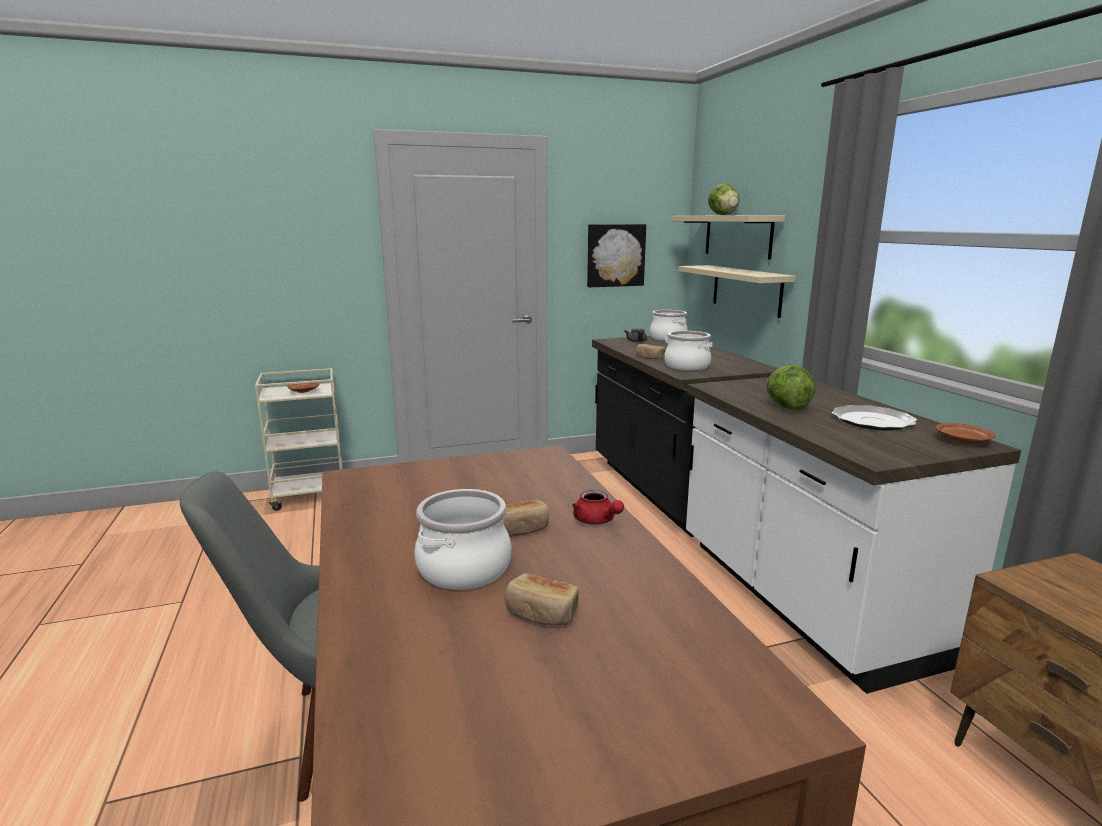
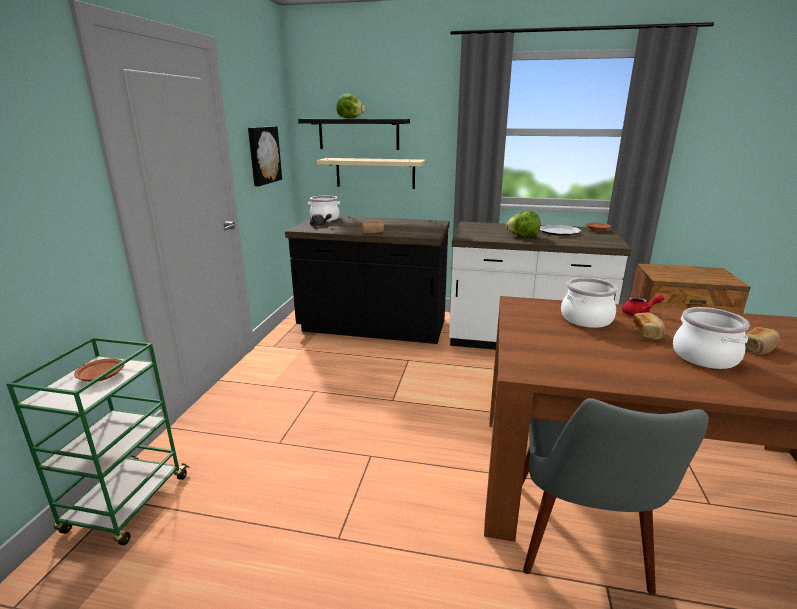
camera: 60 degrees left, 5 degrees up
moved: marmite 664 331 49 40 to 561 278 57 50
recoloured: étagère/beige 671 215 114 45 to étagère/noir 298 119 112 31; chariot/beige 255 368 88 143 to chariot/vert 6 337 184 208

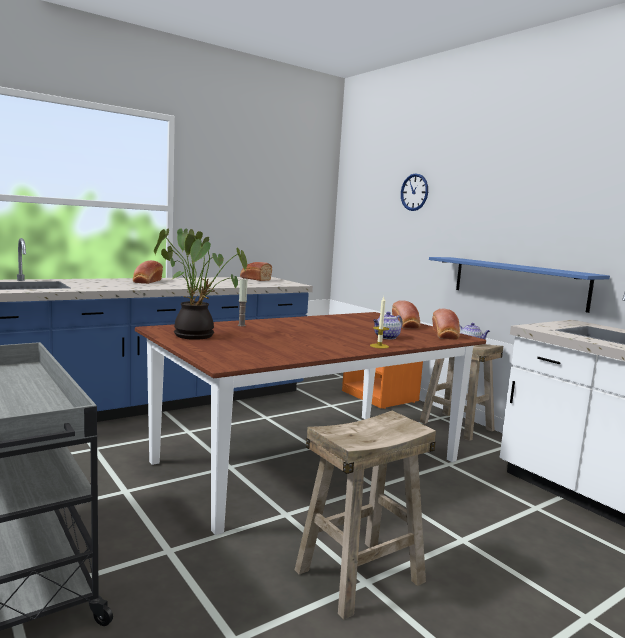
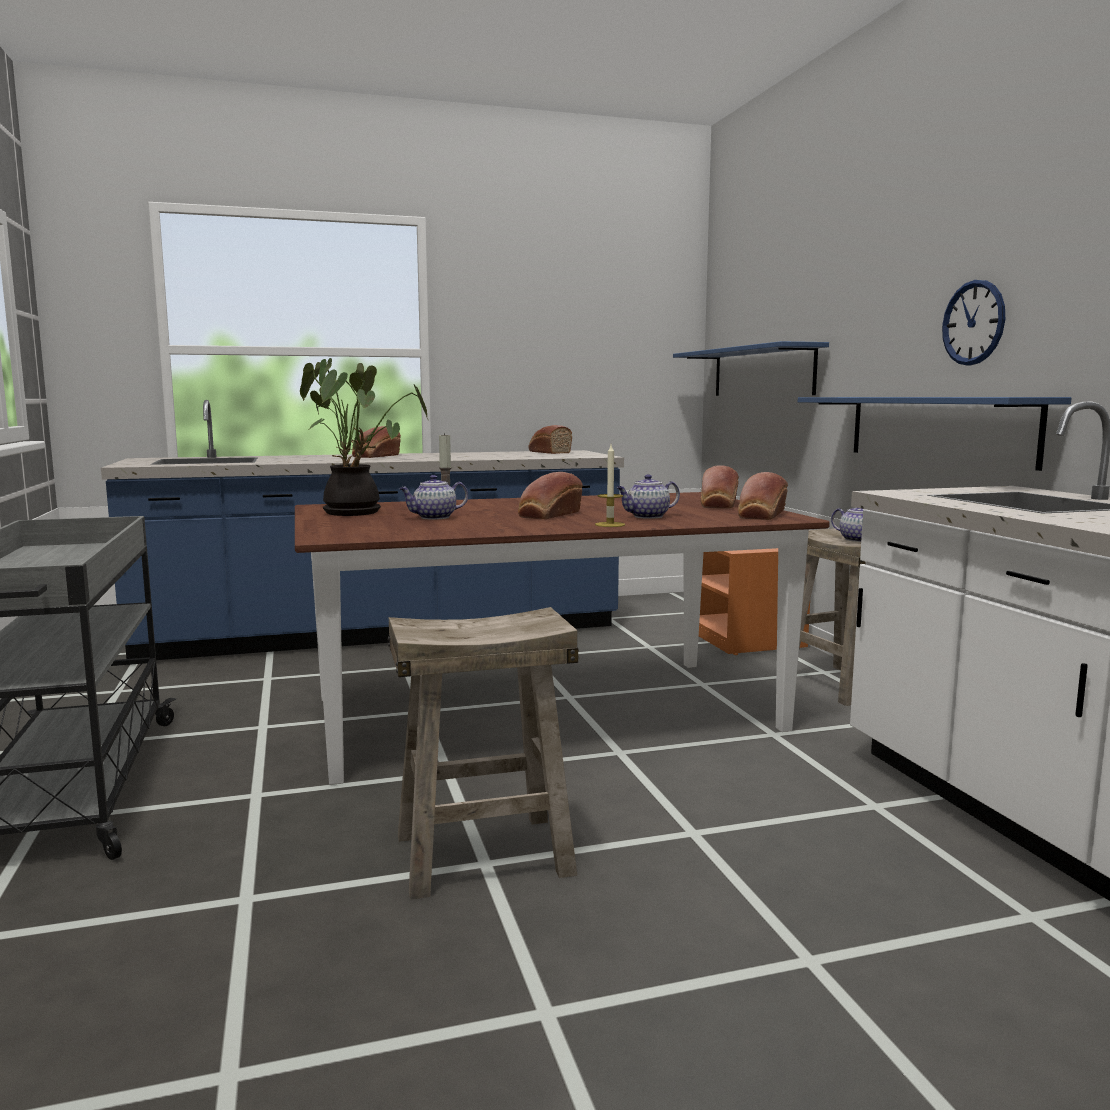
camera: 20 degrees right, 0 degrees up
added: étagère/bleu 673 341 156 55; pain 518 472 65 47; théière 399 475 69 45
moved: horloge murale 401 173 27 38 to 942 280 63 86

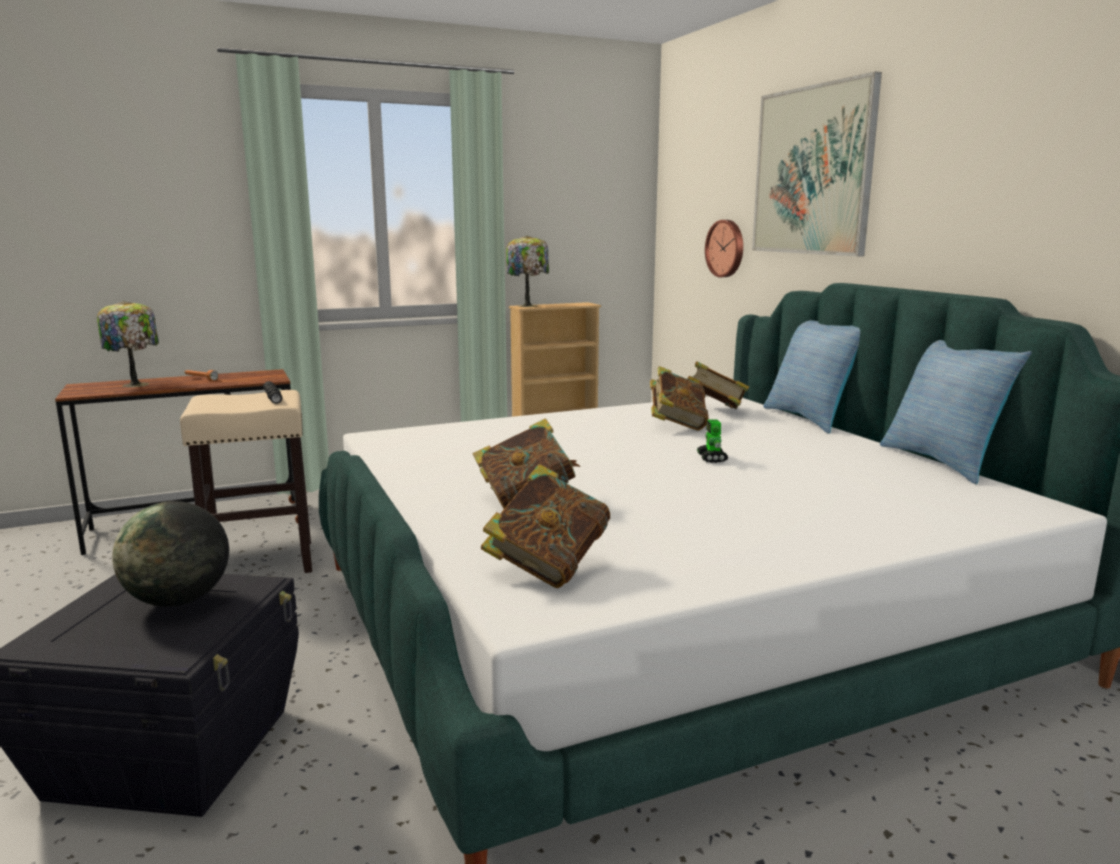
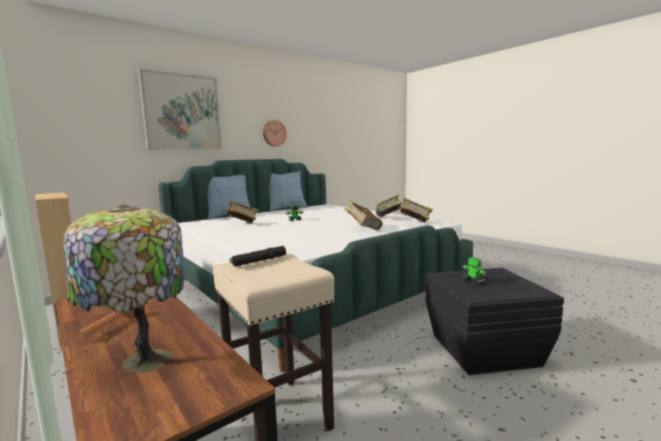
camera: 105 degrees left, 5 degrees down
removed: lampe de table 506 236 43 71
moved: horloge murale 705 220 38 57 to 263 120 24 26; livre 687 361 62 48 to 376 194 26 23
replaced: globe 112 501 117 106 to robot jouet 462 257 25 28

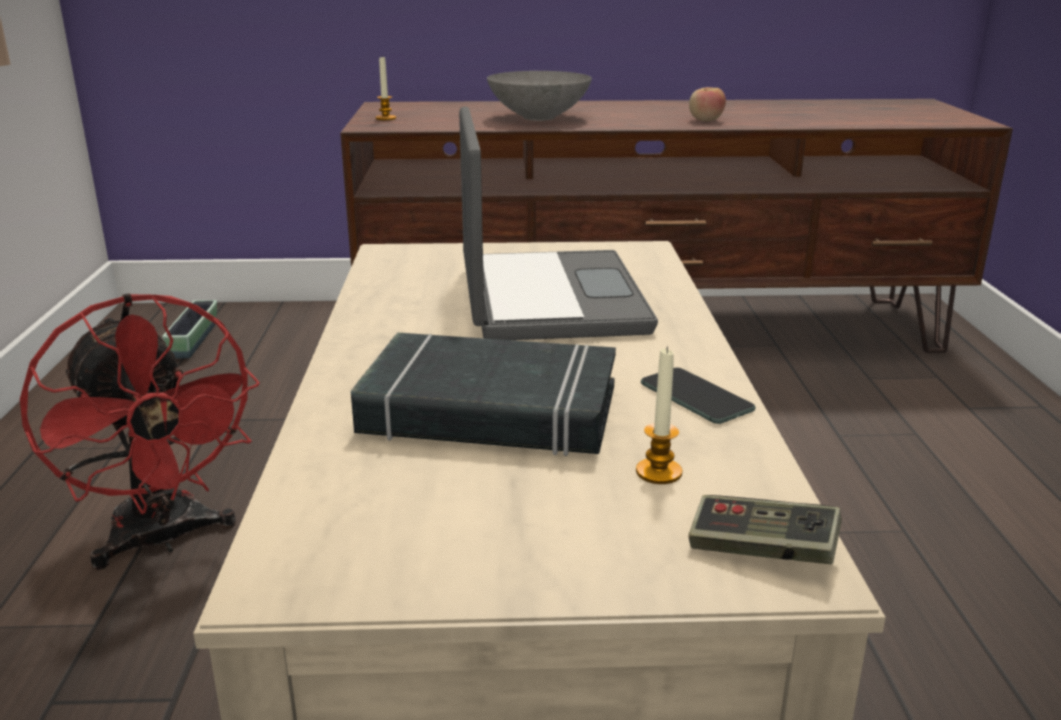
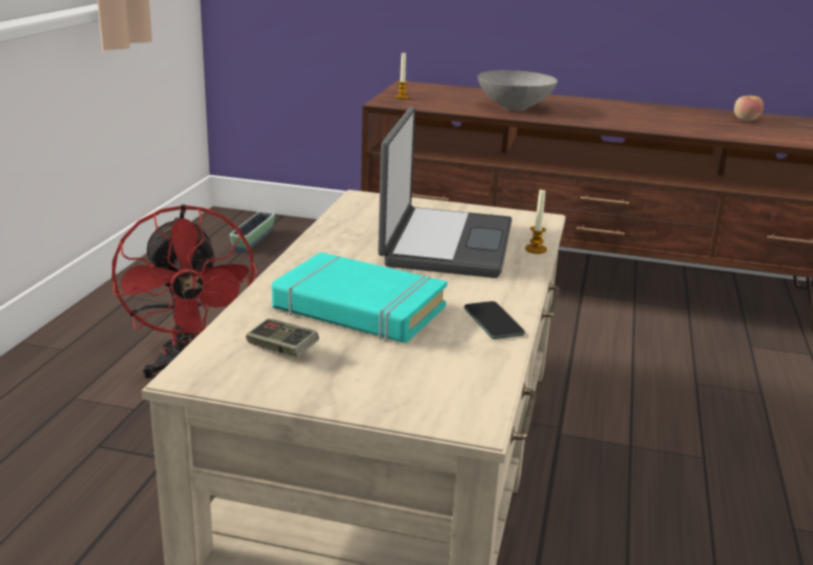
camera: 15 degrees right, 0 degrees up
moved: pomme 689 87 37 35 to 734 95 30 26; bougie 636 347 46 137 to 525 189 22 65; manette 689 495 153 69 to 246 319 73 38
recoloured: livre/noir 351 333 265 123 to livre/turquoise 272 252 175 91

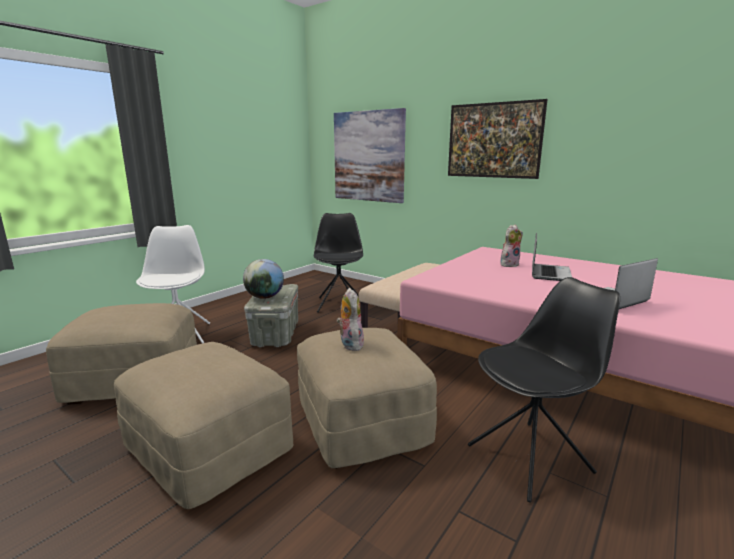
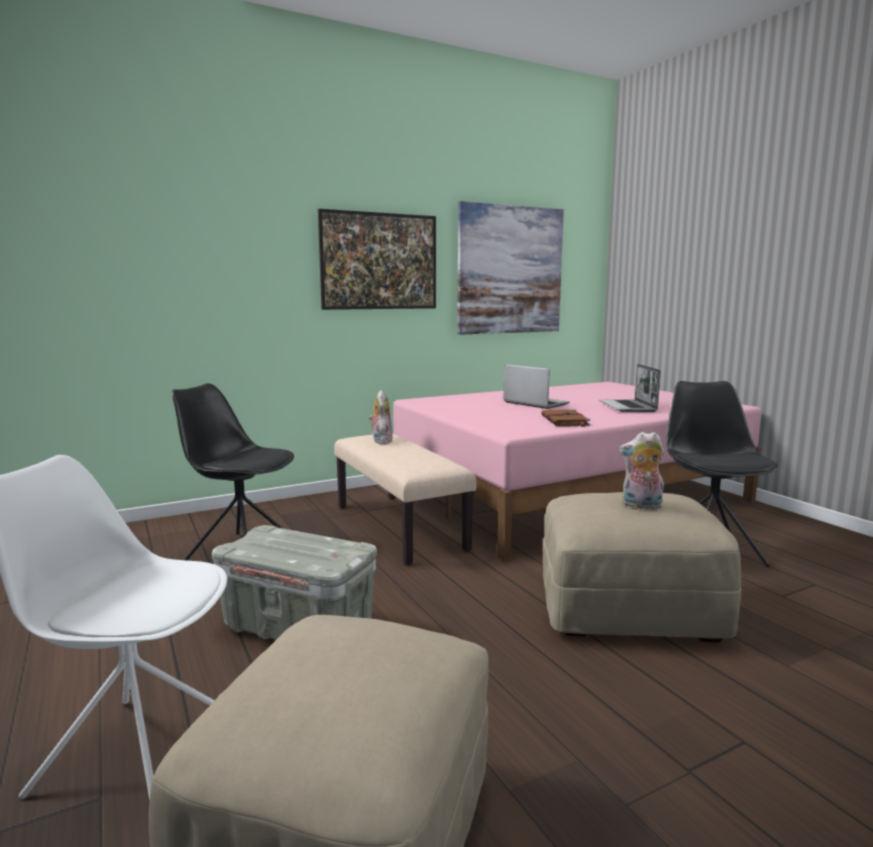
camera: 65 degrees left, 5 degrees down
removed: globe 243 259 41 40; pouf/beige 114 342 179 167
added: livre/marron 541 409 50 18
moved: tableau 334 108 72 95 to 457 201 107 134; peluche 500 225 23 42 to 369 390 24 54

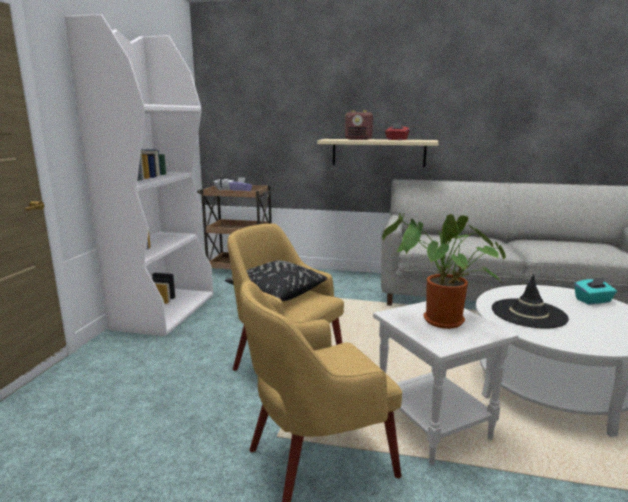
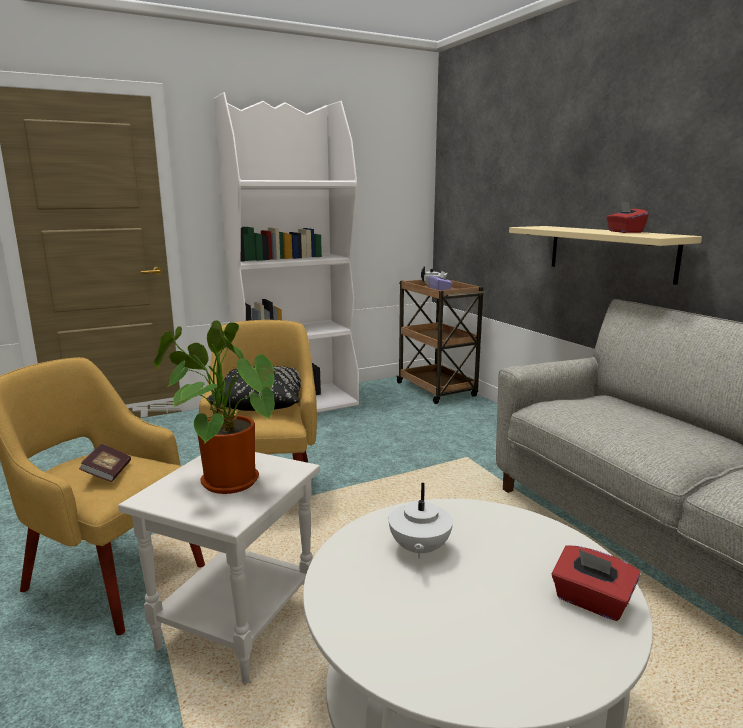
camera: 50 degrees right, 0 degrees up
removed: radio 345 110 28 30
added: livre 79 444 52 38
replaced: chapeau/noir 492 274 77 55 to théière/blanc 389 483 64 76
recoloured: boîte à mouchoirs/turquoise 575 278 42 26 to boîte à mouchoirs/rouge 552 545 88 76

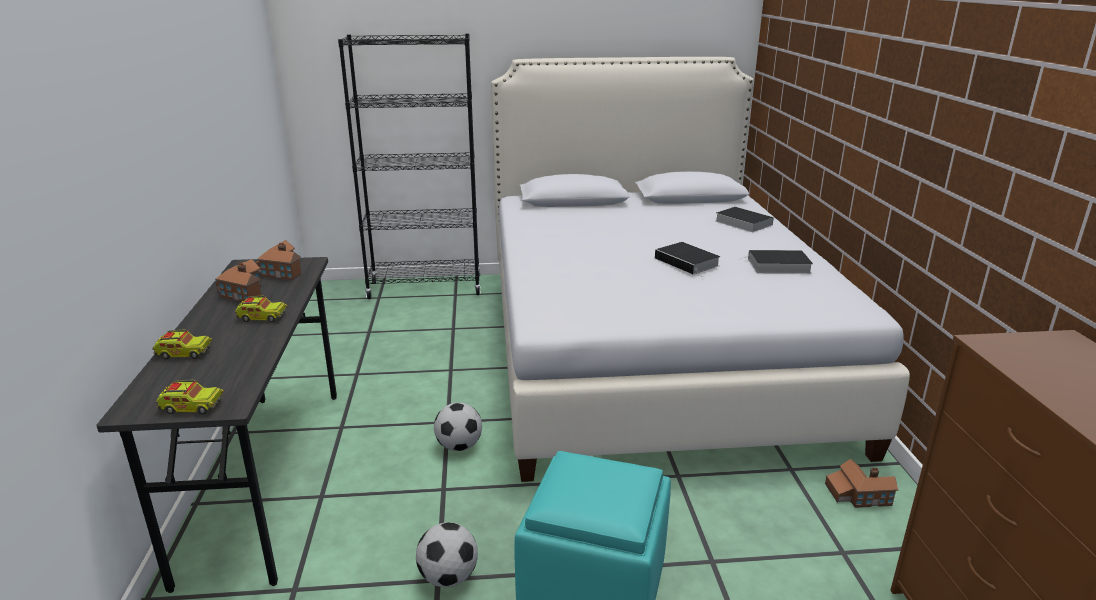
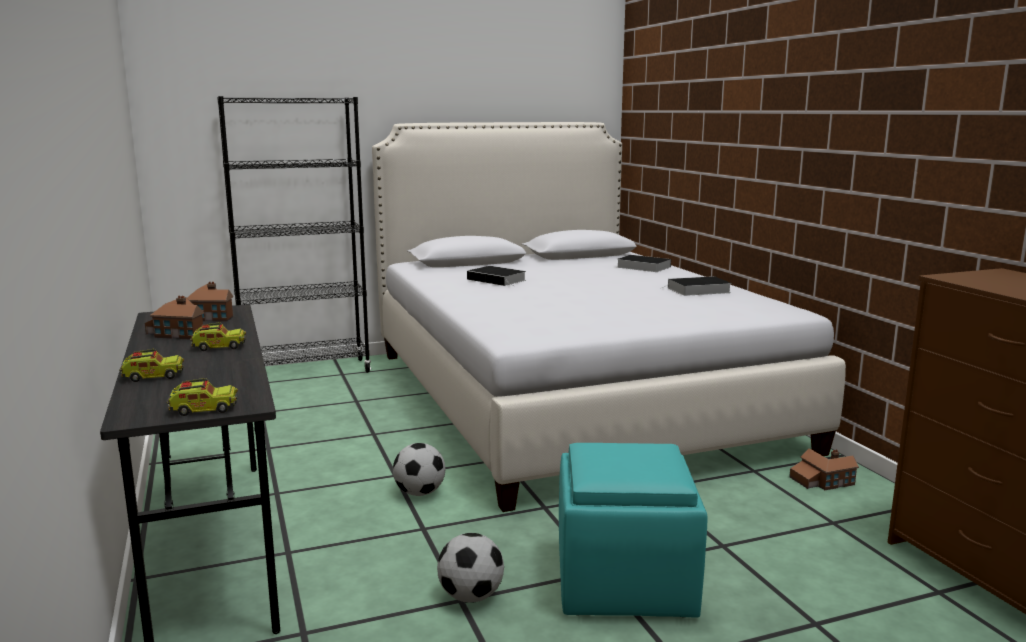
camera: 15 degrees left, 10 degrees down
moved: livre 655 242 65 35 to 467 266 59 21

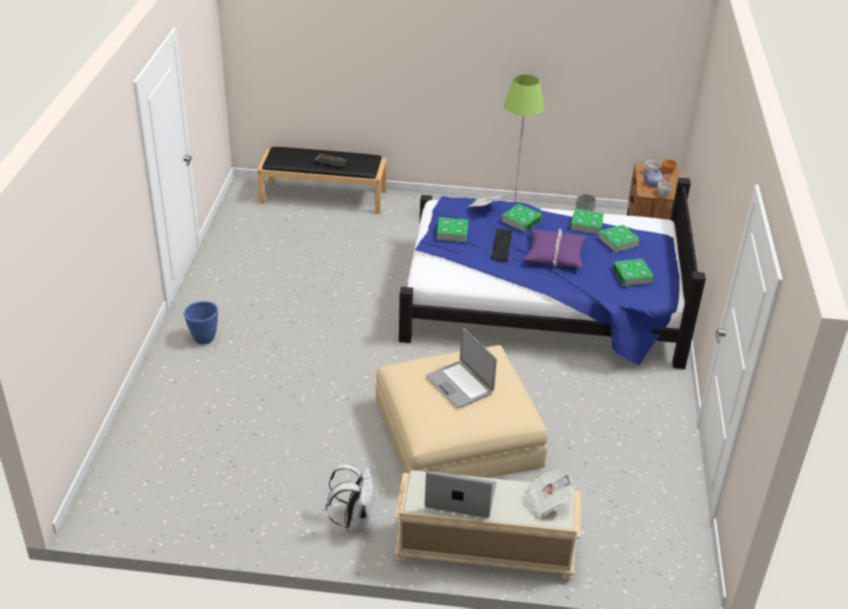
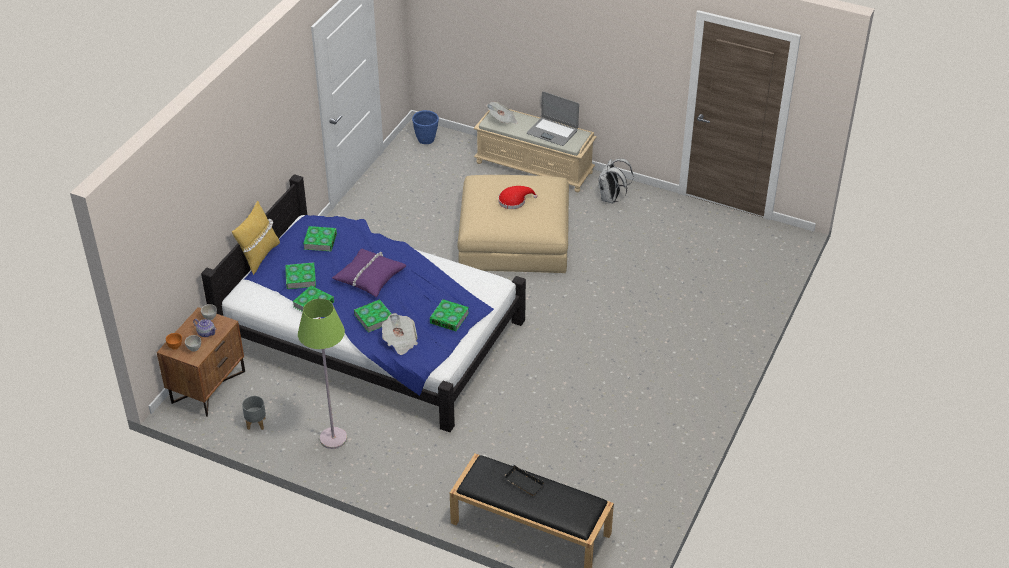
camera: 160 degrees left, 5 degrees up
removed: clavier 491 229 21 33
added: coussin/jaune 232 201 48 74
moved: cache-pot/bleu 184 301 34 43 to 412 110 27 34
replaced: ordinateur portable 426 328 71 80 to chapeau/rouge 498 186 39 23

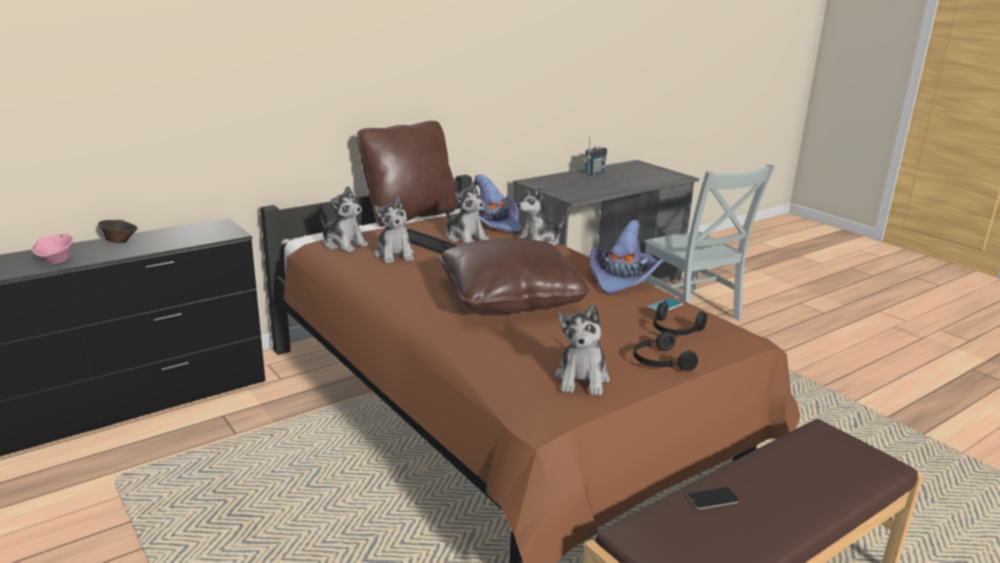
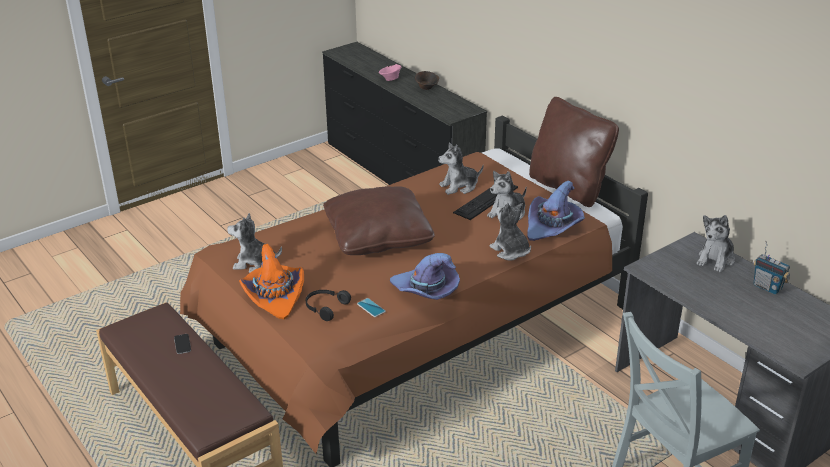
camera: 90 degrees right, 10 degrees up
moved: peluche 321 186 47 66 to 697 215 38 57
replaced: casque audio/noir 633 332 65 39 to chapeau/orange 239 244 65 75

